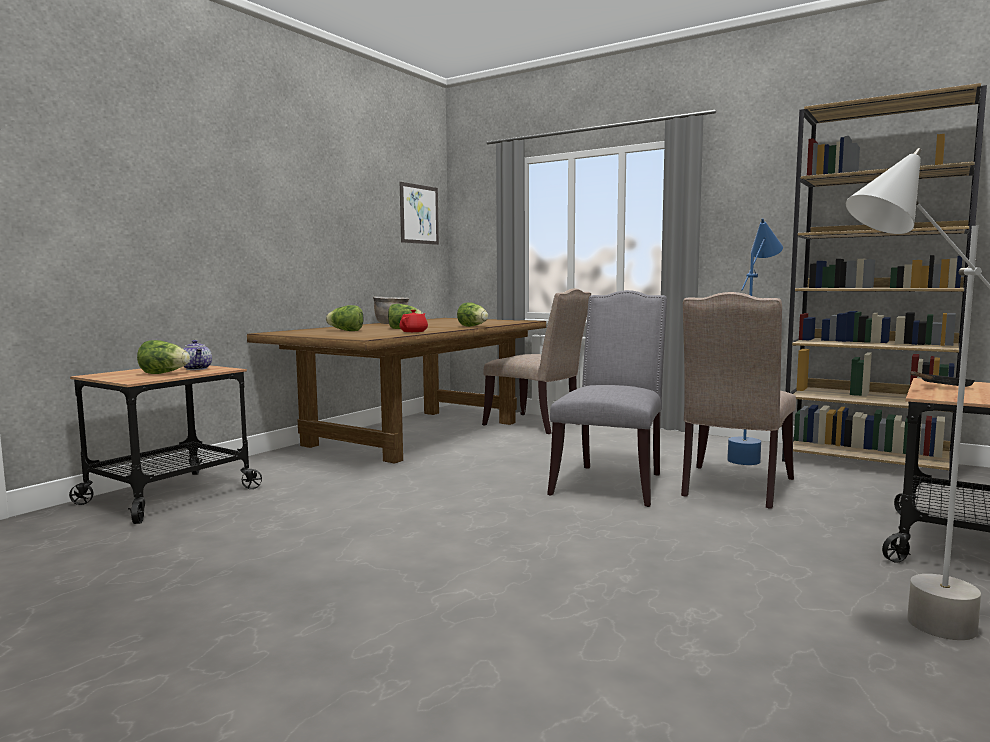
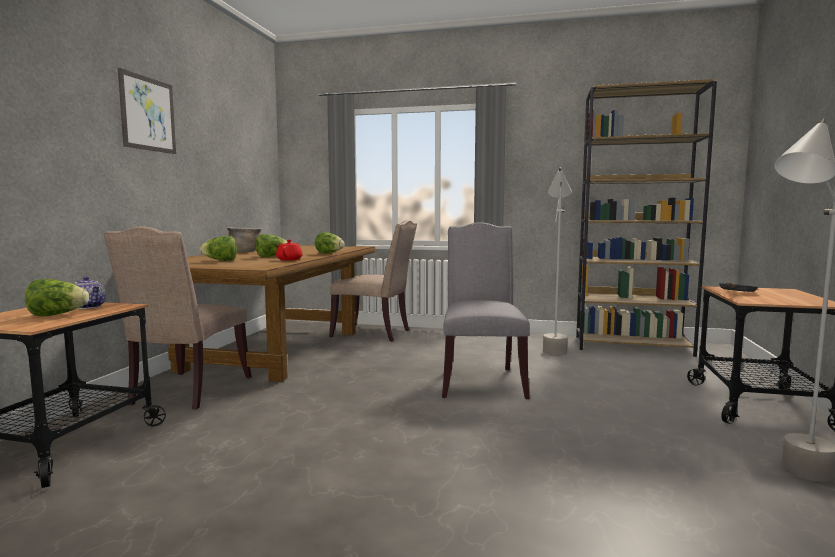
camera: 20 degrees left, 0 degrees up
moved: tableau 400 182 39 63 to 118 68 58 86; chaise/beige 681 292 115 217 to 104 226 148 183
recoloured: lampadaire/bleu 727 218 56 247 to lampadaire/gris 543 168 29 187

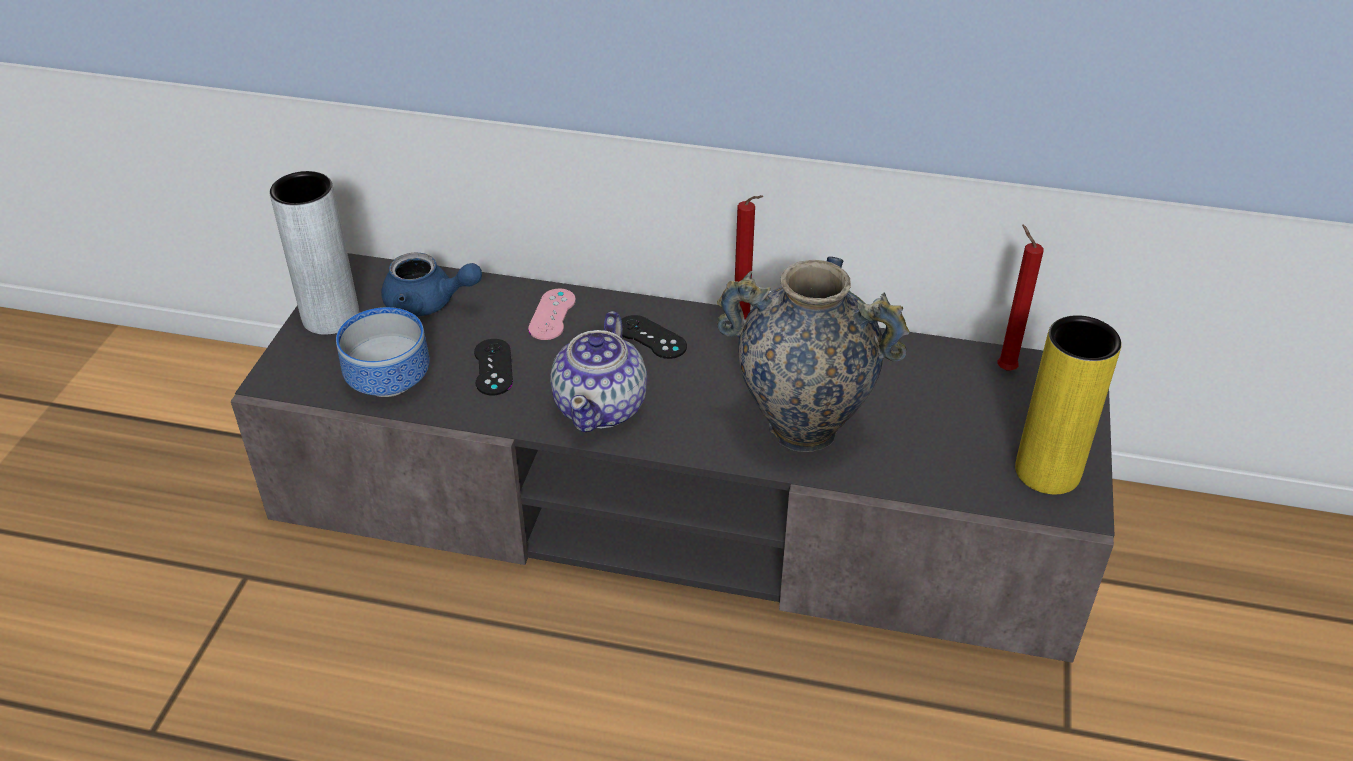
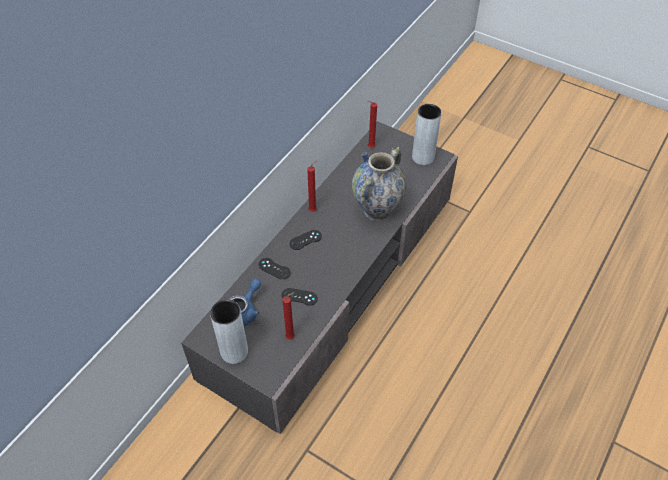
camera: 70 degrees left, 10 degrees up
removed: théière 550 311 97 121
replaced: bol 336 307 94 90 to bougie/rouge 282 292 13 47
recoloured: manette/rose 528 289 48 51 to manette/noir 259 258 32 22; vase/jaune 1015 315 107 179 to vase/gris 412 104 30 61

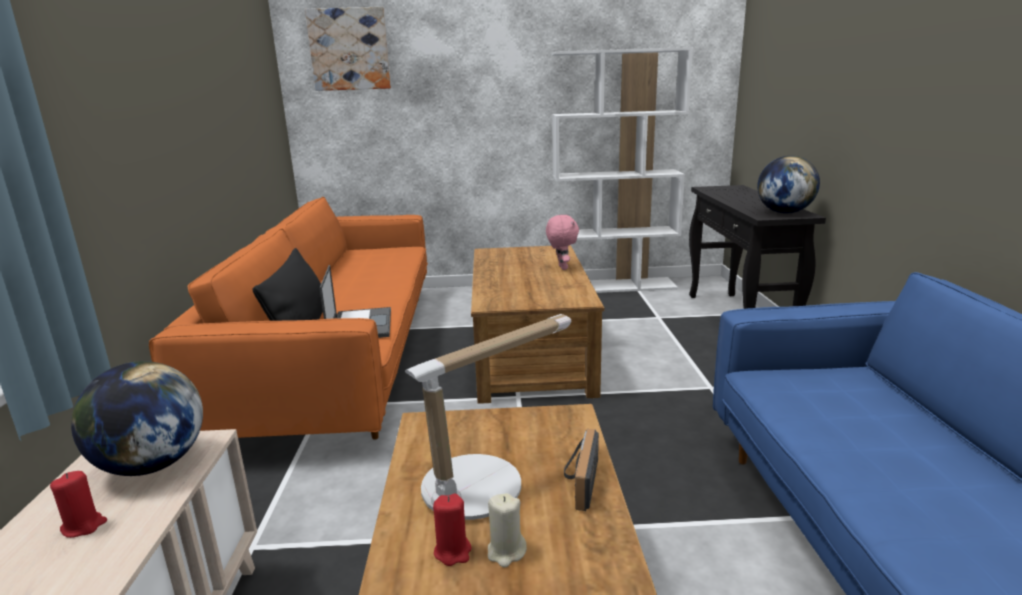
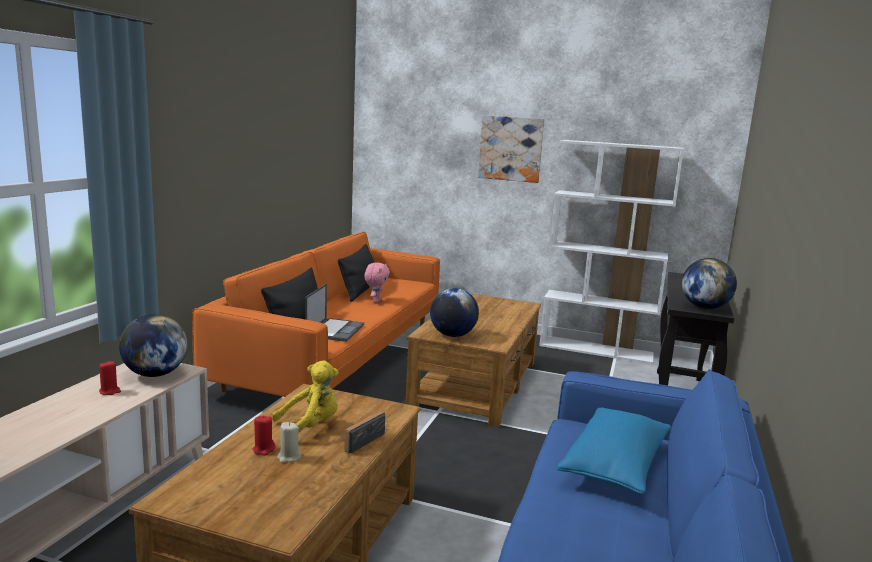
camera: 20 degrees right, 5 degrees down
added: coussin/noir 338 244 37 58; globe 430 288 49 49; coussin/bleu 557 407 114 87
moved: tableau 305 7 86 84 to 478 115 67 68; peluche/rose 546 215 33 55 to 364 262 26 41
replaced: lampe de table 405 314 166 206 to peluche/jaune 272 360 67 73

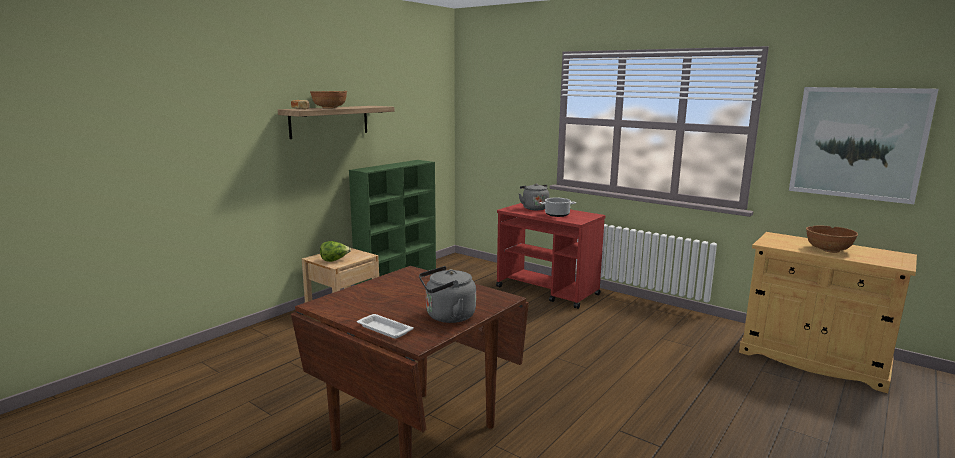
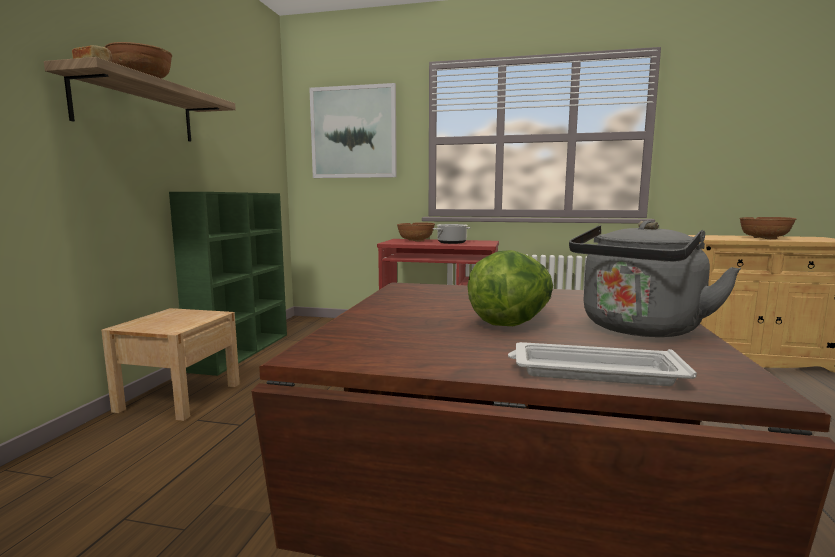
camera: 25 degrees left, 5 degrees down
moved: tableau 789 87 150 117 to 309 83 88 95; laitue 320 241 31 21 to 467 250 86 76
replaced: bouilloire/gris 519 184 30 26 to bol/marron 397 222 38 20

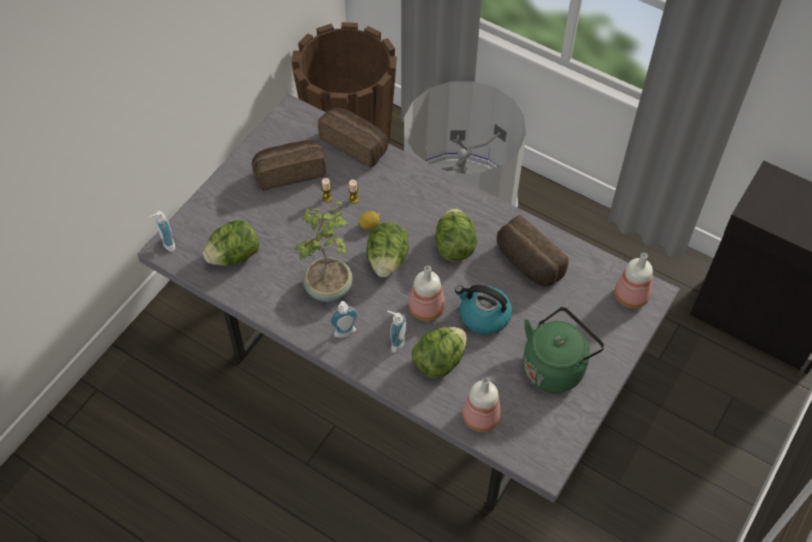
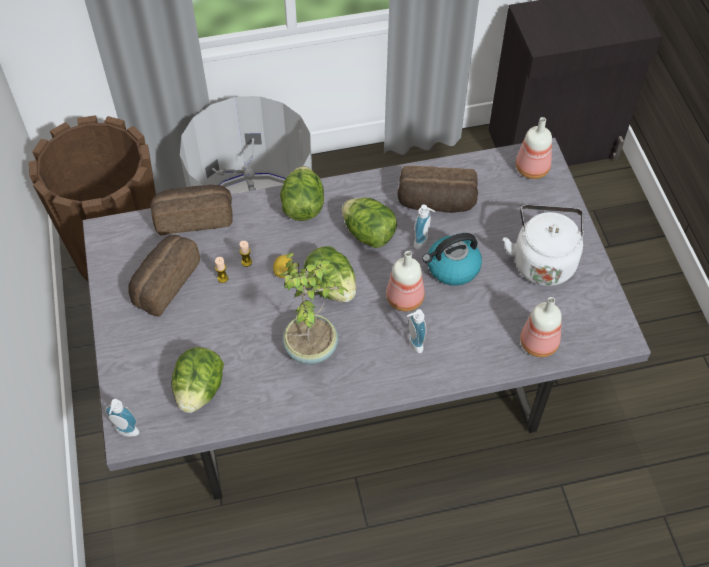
camera: 45 degrees left, 0 degrees up
moved: distributeur de savon 330 301 28 37 to 414 205 21 44; laitue 412 327 55 51 to 280 166 44 55
recoloured: bouilloire/vert 523 307 81 86 to bouilloire/blanc 503 205 81 81

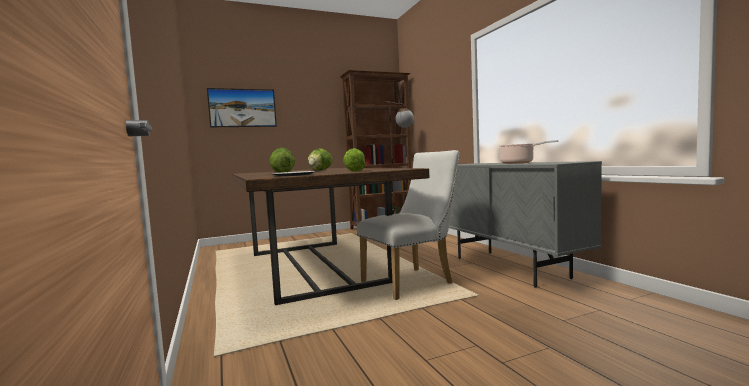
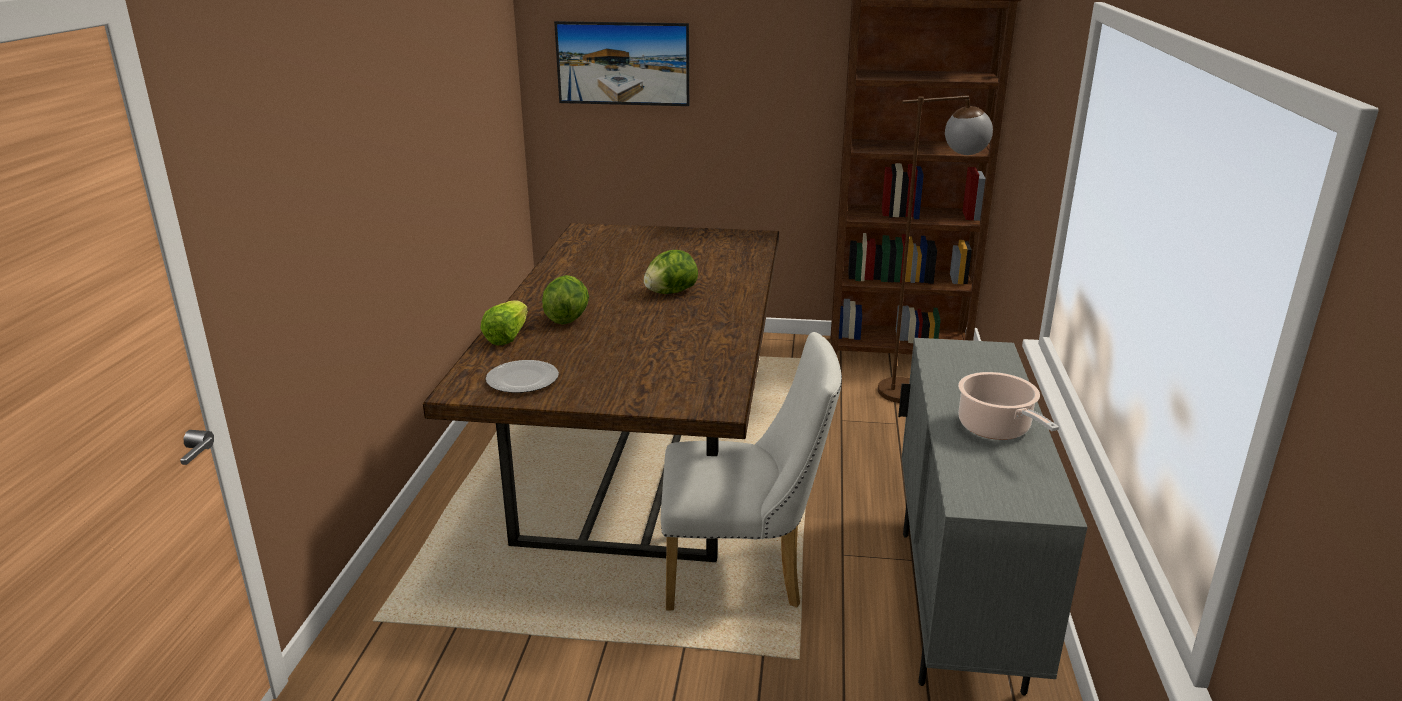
camera: 30 degrees right, 20 degrees up
moved: laitue 343 148 23 24 to 480 300 48 45

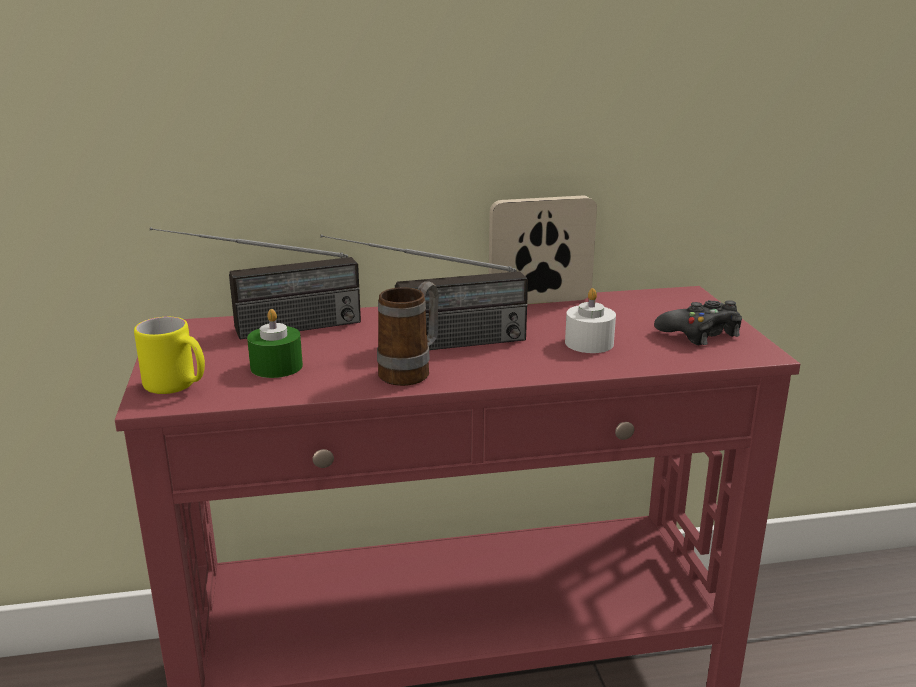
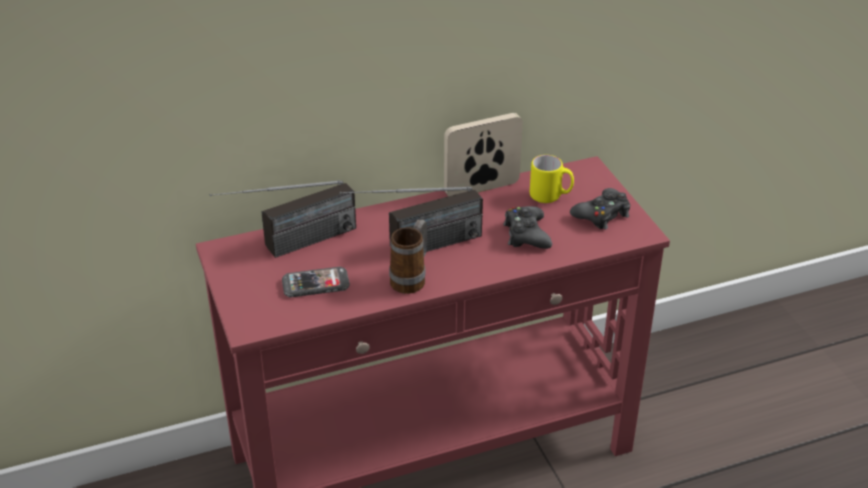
camera: 10 degrees left, 15 degrees up
moved: mug/jaune 134 317 71 77 to 530 155 44 48
replaced: bougie/blanc 565 288 51 65 to manette/noir 503 206 49 43; bougie/vert 247 309 56 69 to téléphone 282 267 68 30

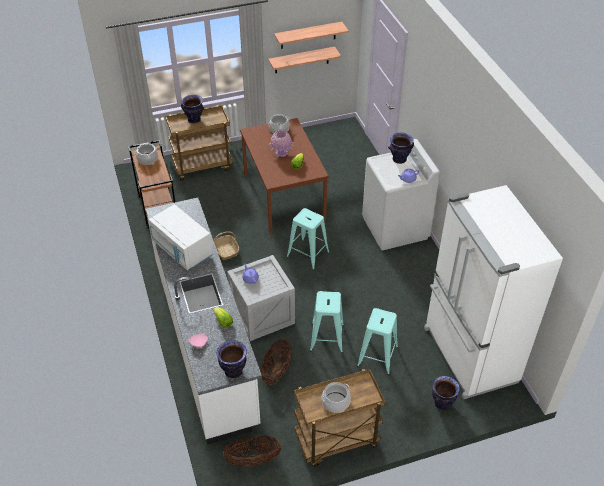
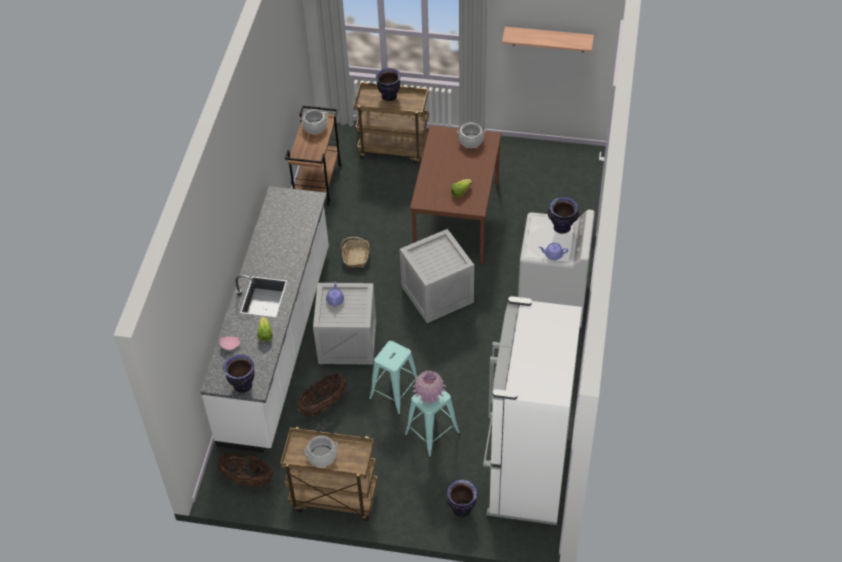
camera: 30 degrees right, 5 degrees up
removed: étagère 268 47 73 26; micro-ondes/blanc 148 204 65 66
moved: vase/rose 269 130 25 27 to 412 370 35 34
replaced: tabouret/turquoise 286 208 44 62 to caisse 400 229 74 94

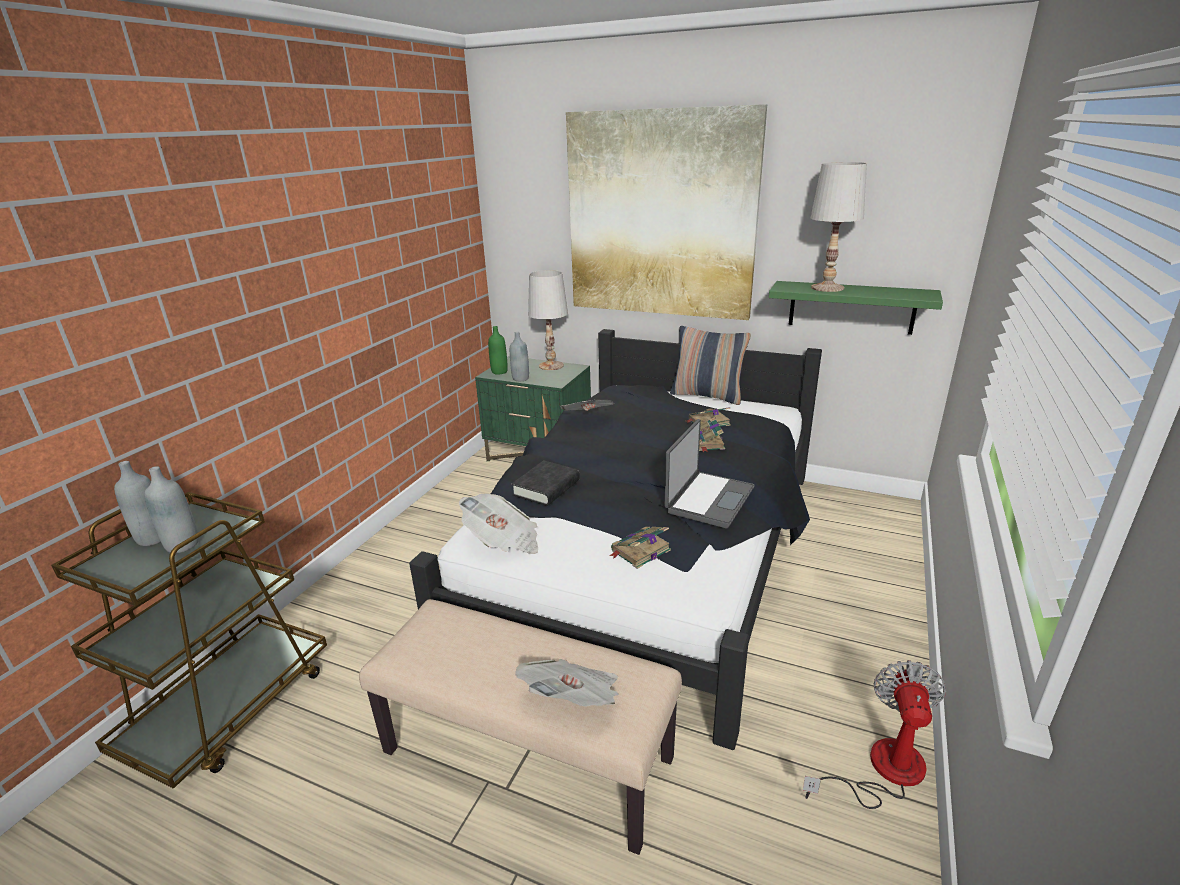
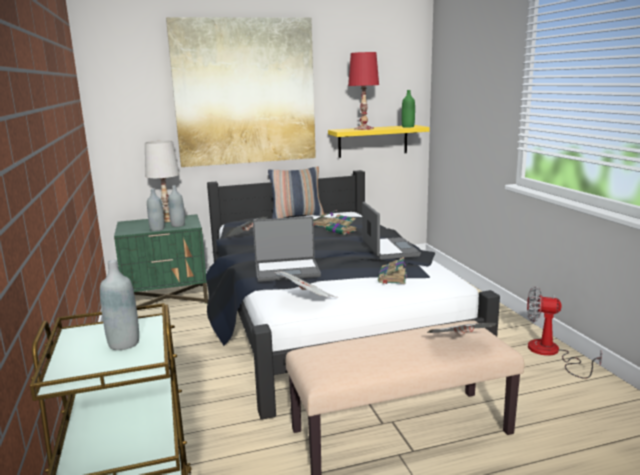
camera: 40 degrees left, 10 degrees down
moved: bouteille/vert 488 326 20 49 to 402 90 13 38; bouteille/gris 114 461 47 85 to 168 185 17 42
replaced: livre/noir 511 460 69 46 to ordinateur portable 253 216 68 66
recoloured: lampe de table/blanc 811 162 56 130 to lampe de table/rouge 348 52 31 78; étagère/vert 769 281 174 54 to étagère/jaune 328 125 102 33
turned: ventilateur 803 660 143 149 = 527 286 75 93 45 degrees counterclockwise

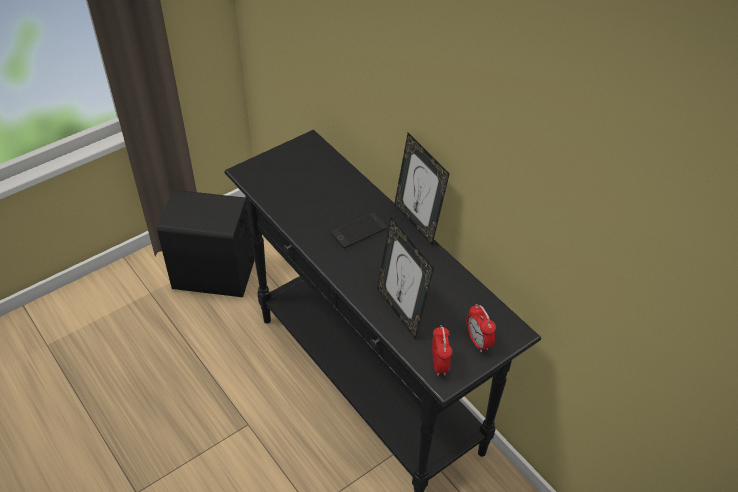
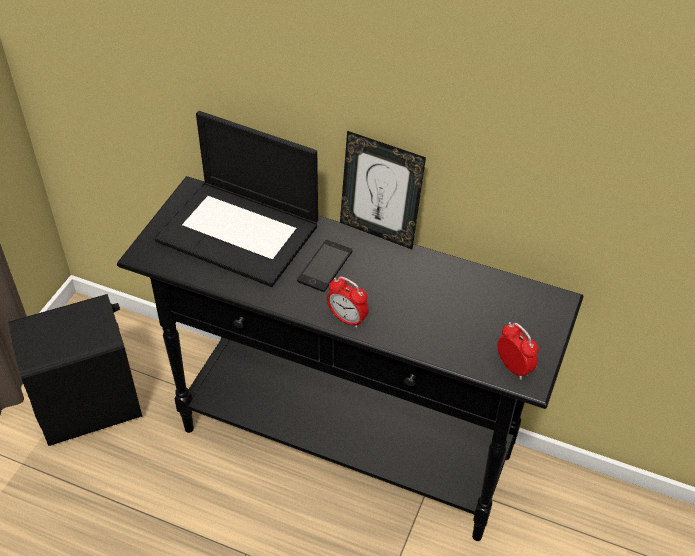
camera: 30 degrees left, 0 degrees up
removed: cadre photo 377 217 57 123
added: ordinateur portable 155 111 163 176
moved: réveil 466 304 30 48 to 327 276 42 52

